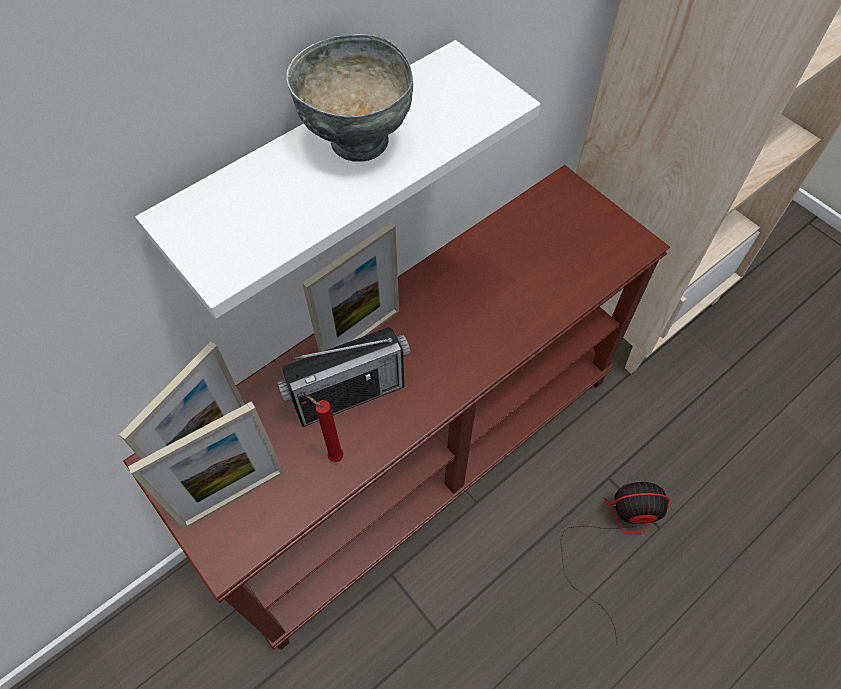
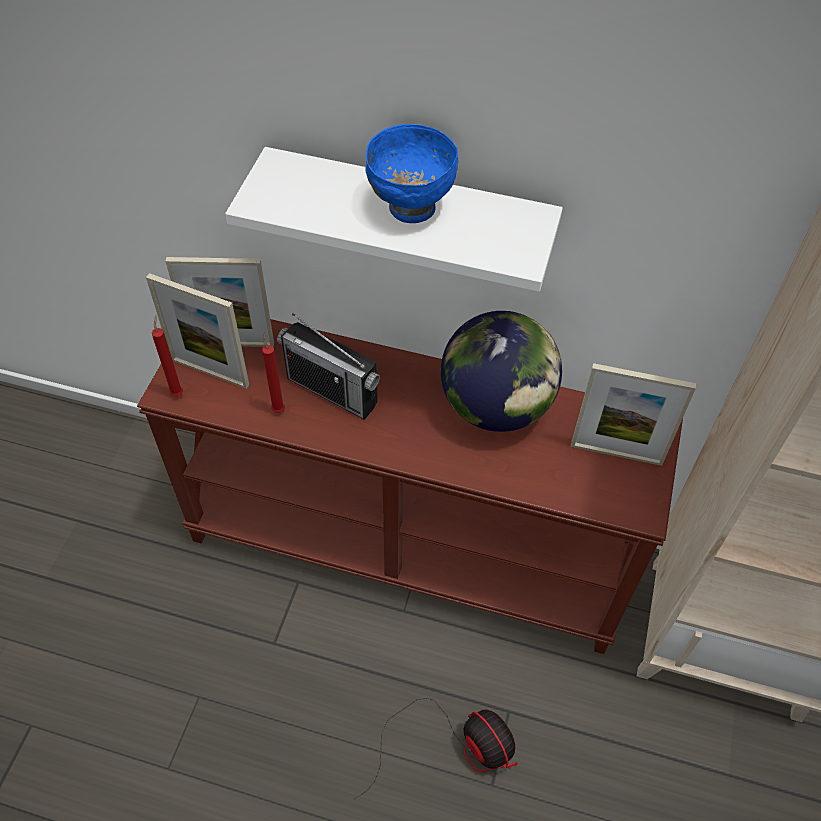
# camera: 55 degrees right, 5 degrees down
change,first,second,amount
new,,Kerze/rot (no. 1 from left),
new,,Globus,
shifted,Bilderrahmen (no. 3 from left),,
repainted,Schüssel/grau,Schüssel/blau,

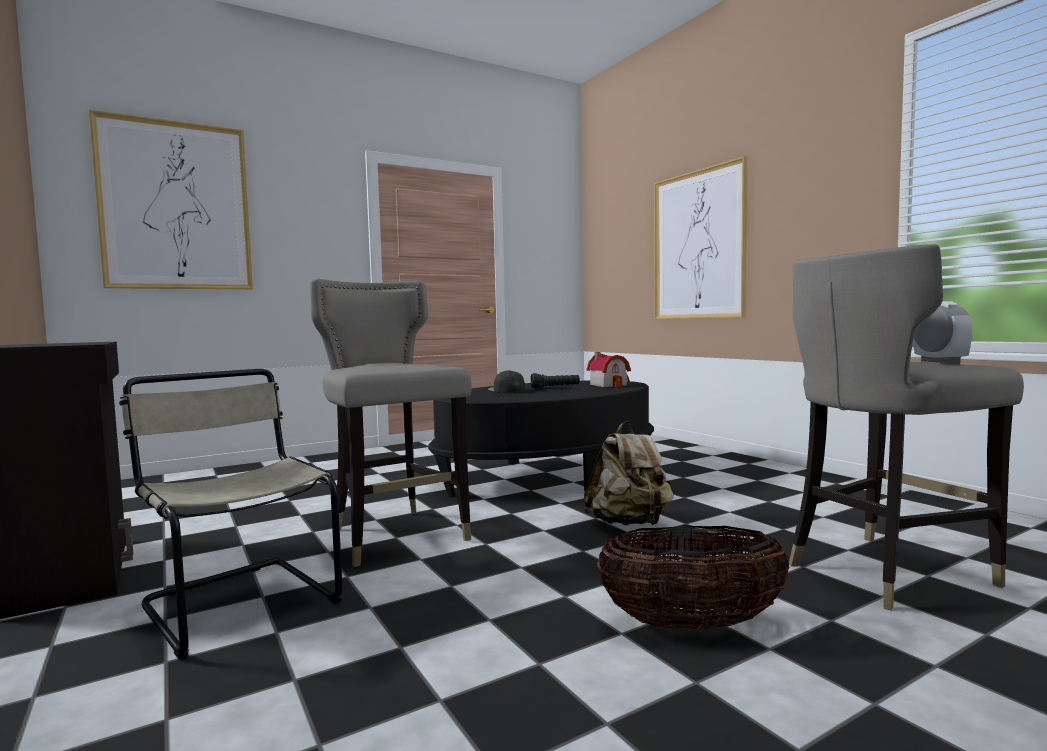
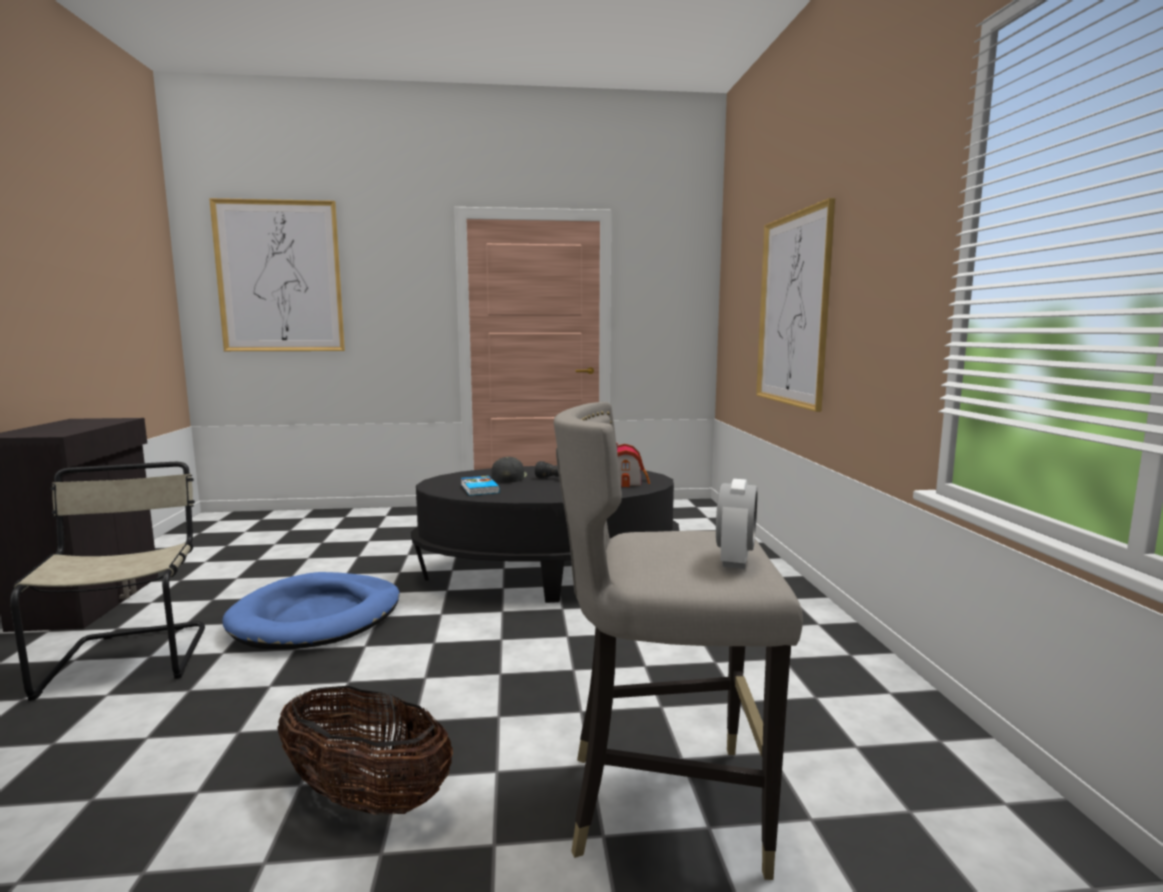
# camera: 25 degrees right, 5 degrees up
change,first,second,amount
gone,Rucksack/beige,,
new,,Buch,
swapped,Hocker/grau (no. 1 from left),Hundebett/blau,

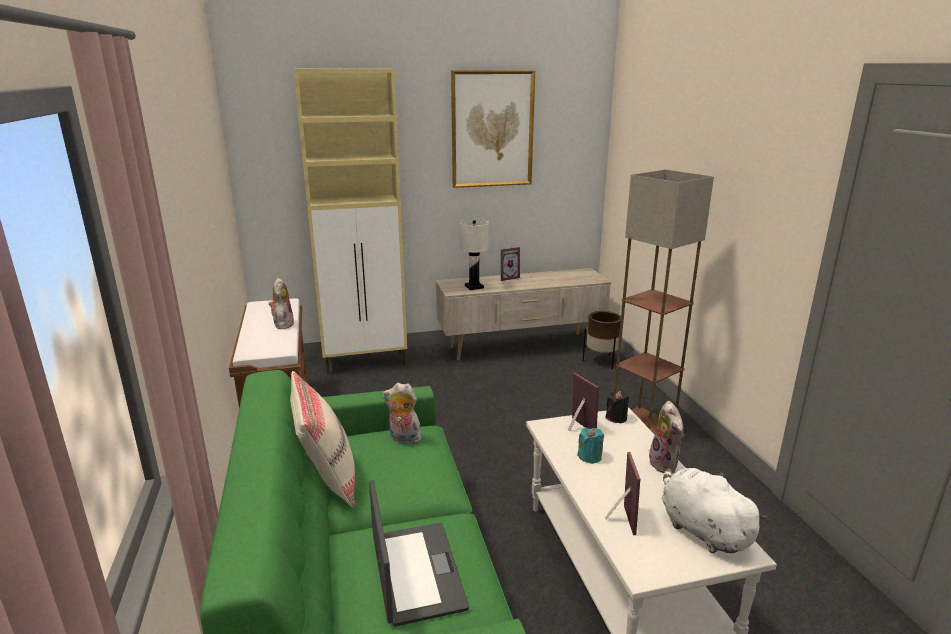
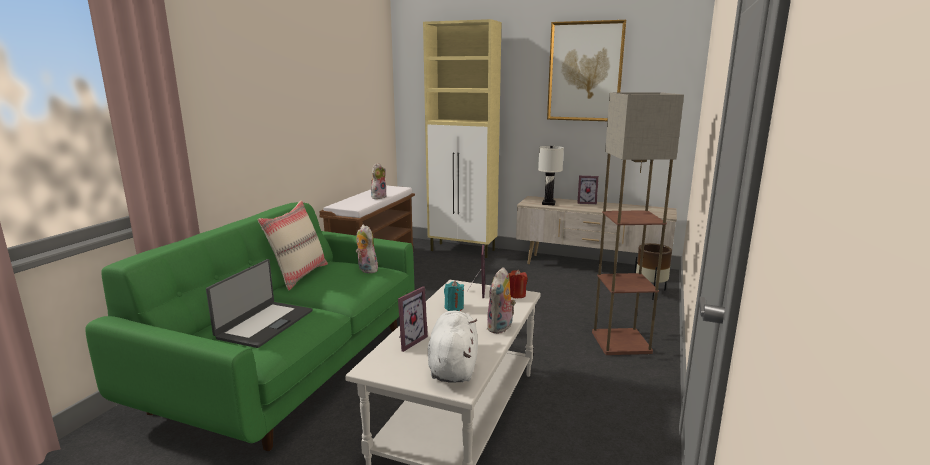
# camera: 35 degrees right, 5 degrees down
change,first,second,amount
repainted,Kerze/schwarz,Kerze/rot,

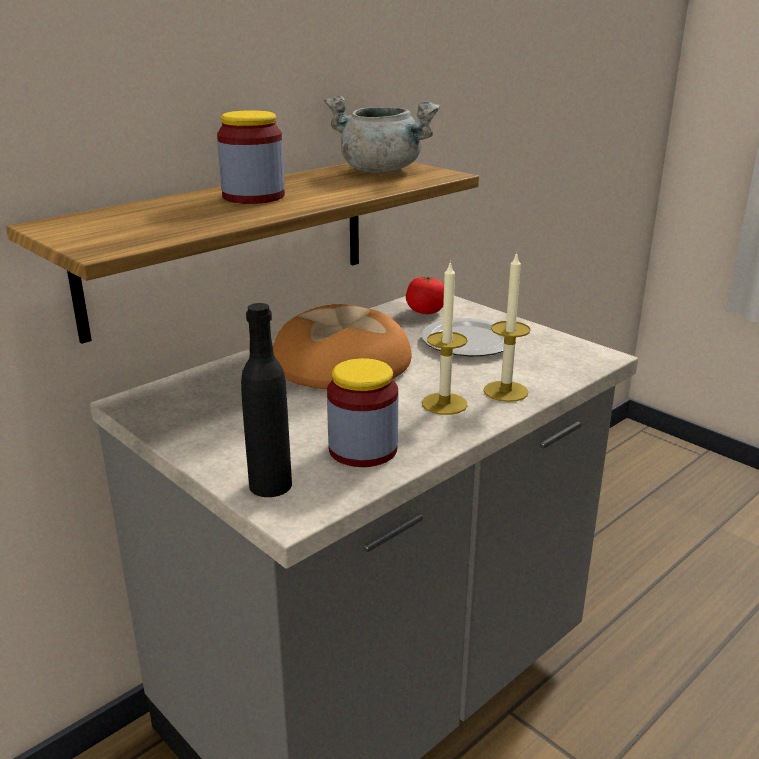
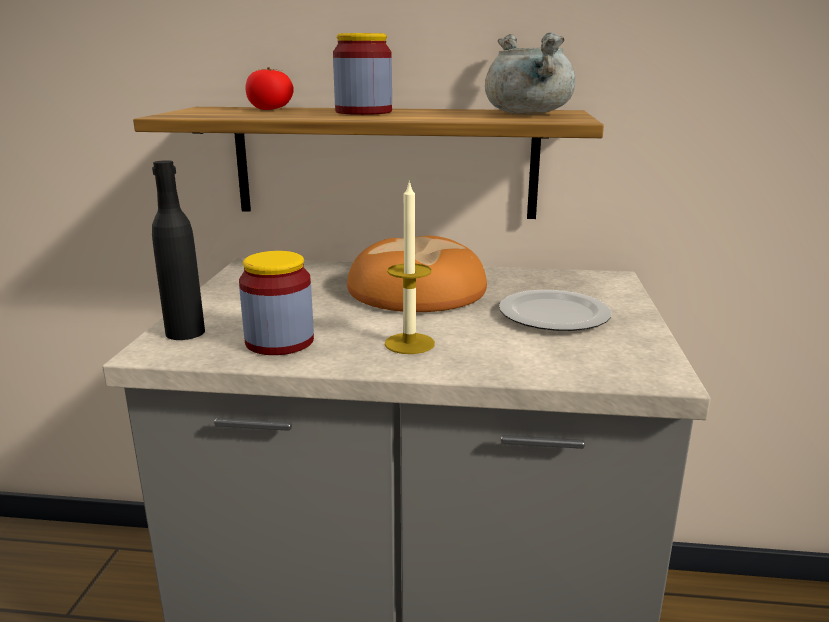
# camera: 50 degrees right, 5 degrees down
change,first,second,amount
gone,Kerze (no. 2 from left),,
shifted,Tomate,,

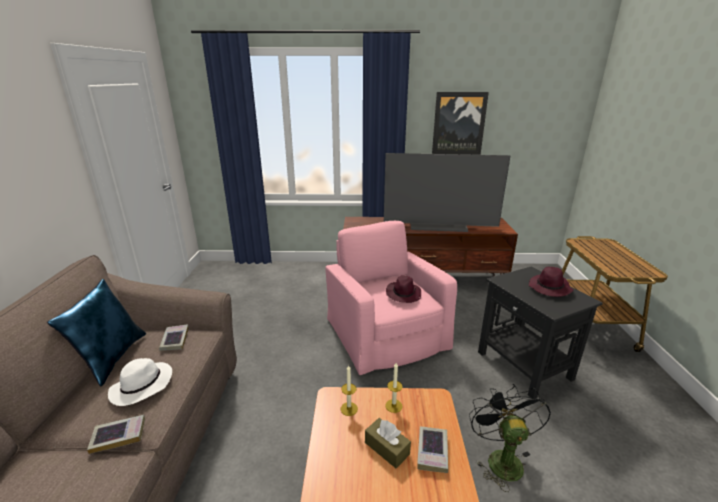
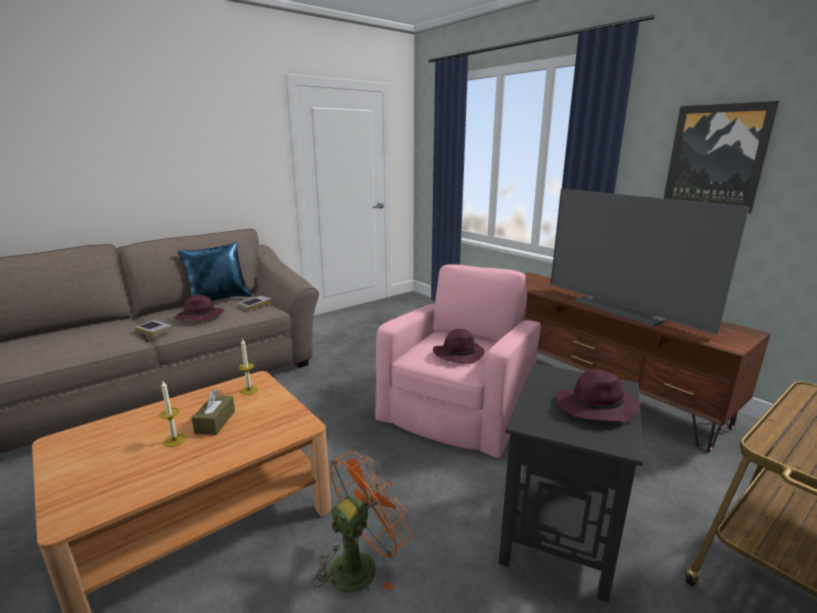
# camera: 50 degrees right, 5 degrees down
change,first,second,amount
gone,Buch (no. 3 from left),,
shifted,Kerze (no. 2 from left in the first image),Kerze (no. 1 from left),
repainted,Hut/weiß,Hut/lila (no. 1 from left),
repainted,Ventilator/schwarz,Ventilator/orange,

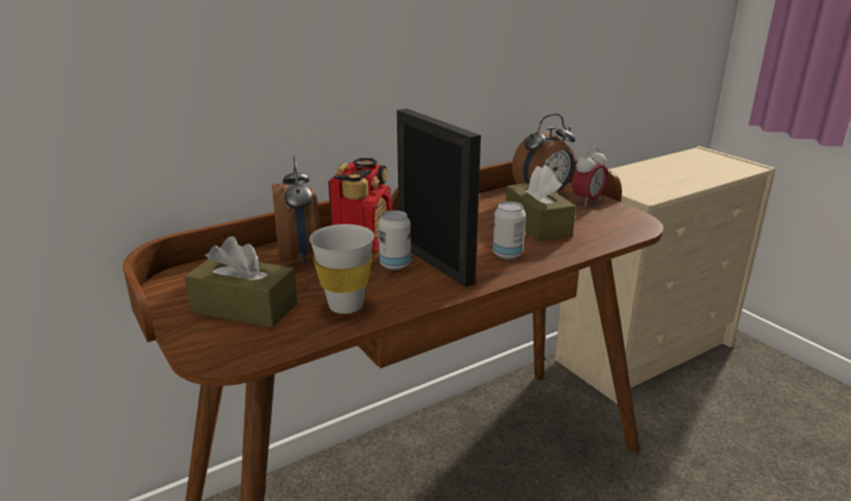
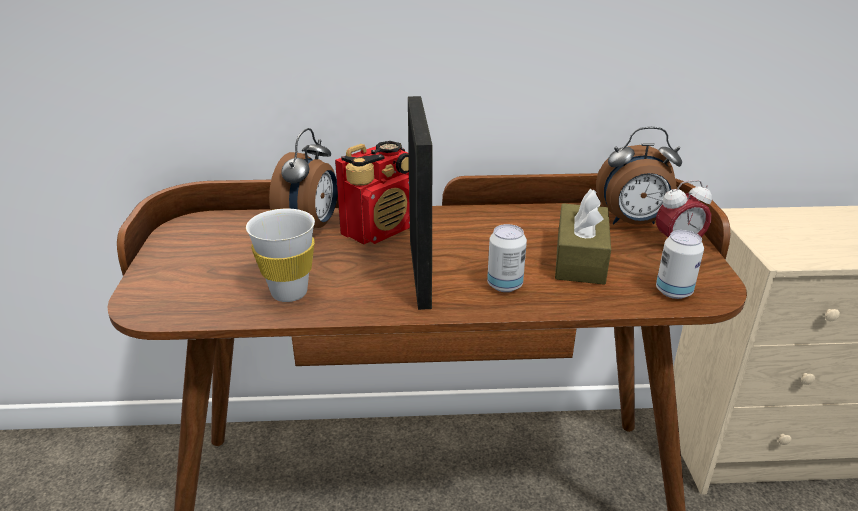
# camera: 30 degrees right, 5 degrees up
change,first,second,amount
gone,Taschentuchbox/braun (no. 1 from left),,
shifted,Dose (no. 1 from left in the first image),Dose (no. 2 from left),

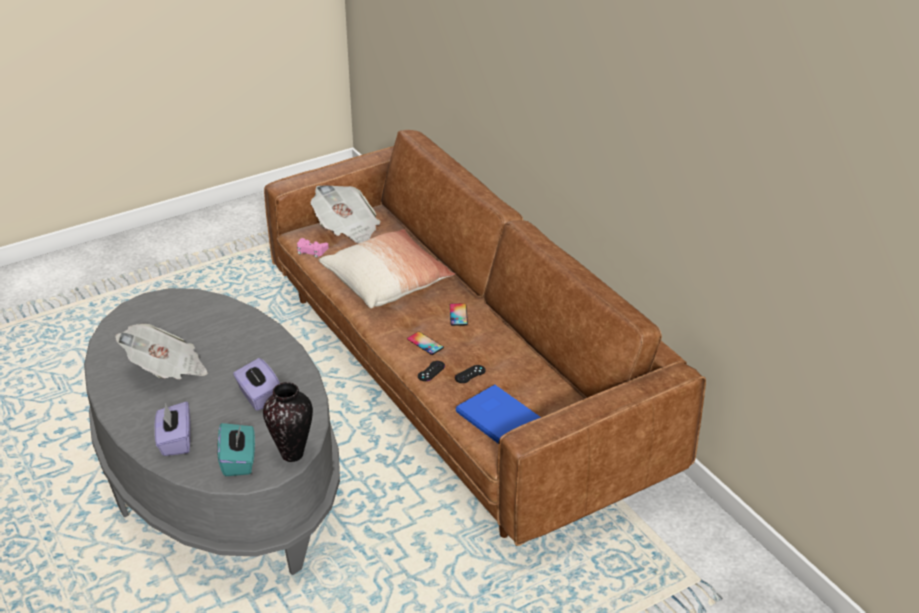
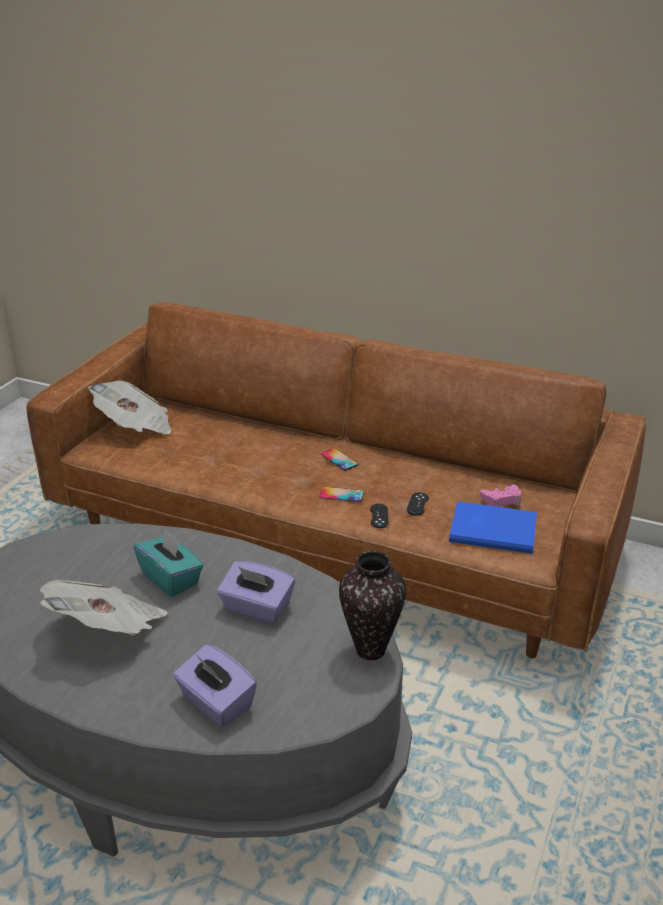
# camera: 35 degrees left, 5 degrees down
change,first,second,amount
gone,Kissen,,
shifted,Taschentuchbox/türkis,,
shifted,Gamepad/rosa,,

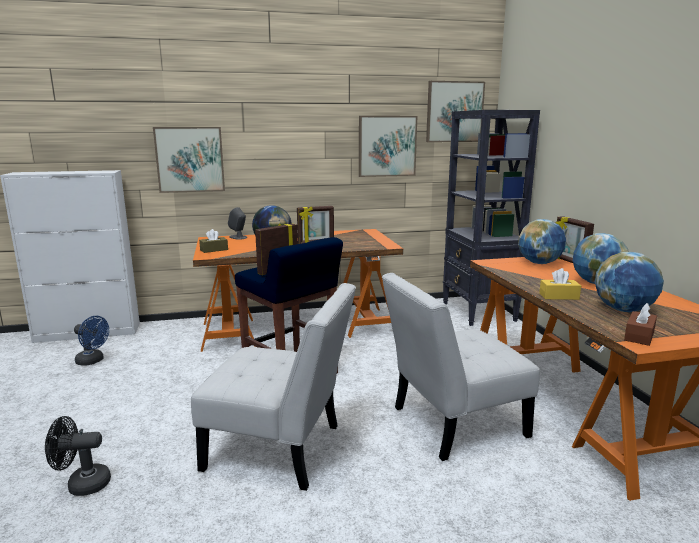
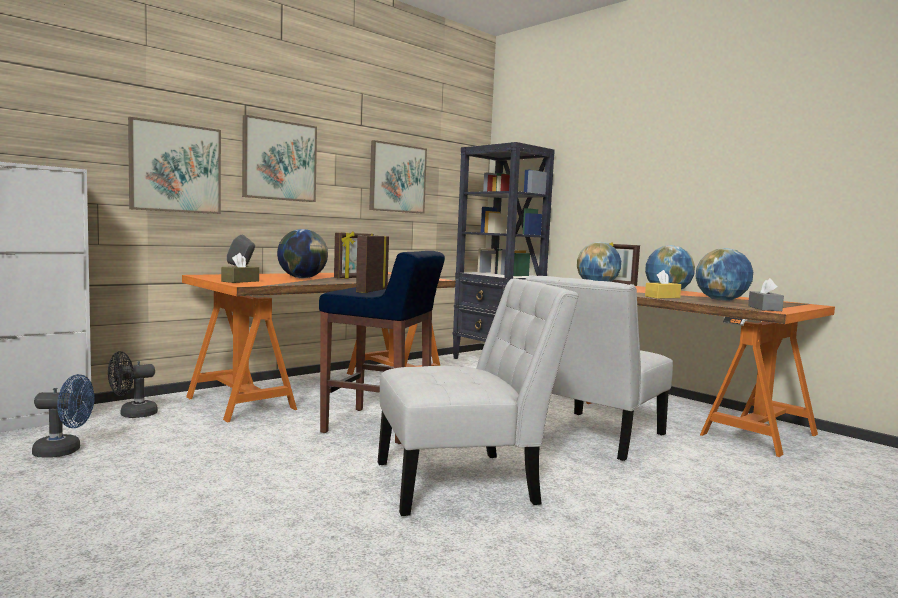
# camera: 30 degrees left, 10 degrees down
change,first,second,amount
shifted,Ventilator/schwarz,,
shifted,Bild (no. 3 from left in the first image),Bild (no. 2 from left),
repainted,Taschentuchbox/braun (no. 2 from left),Taschentuchbox/grau,

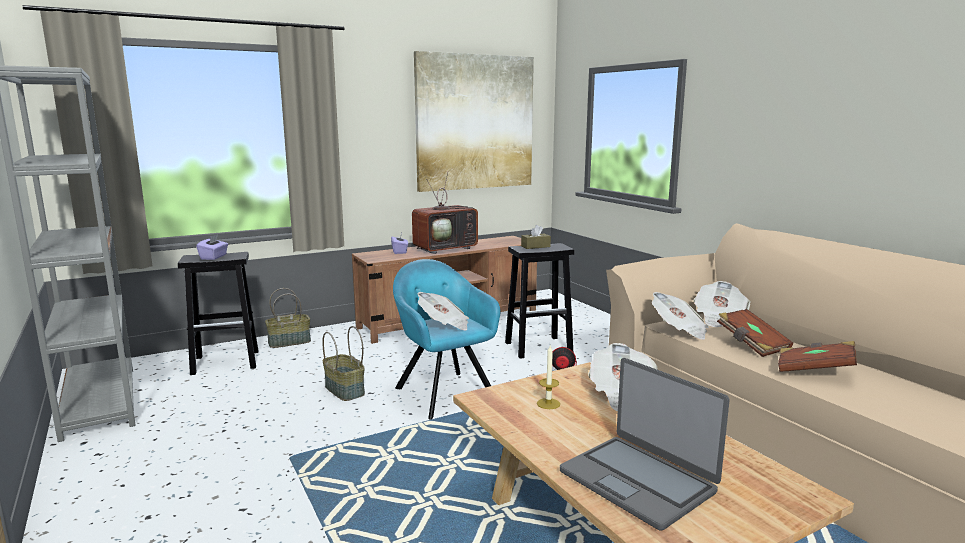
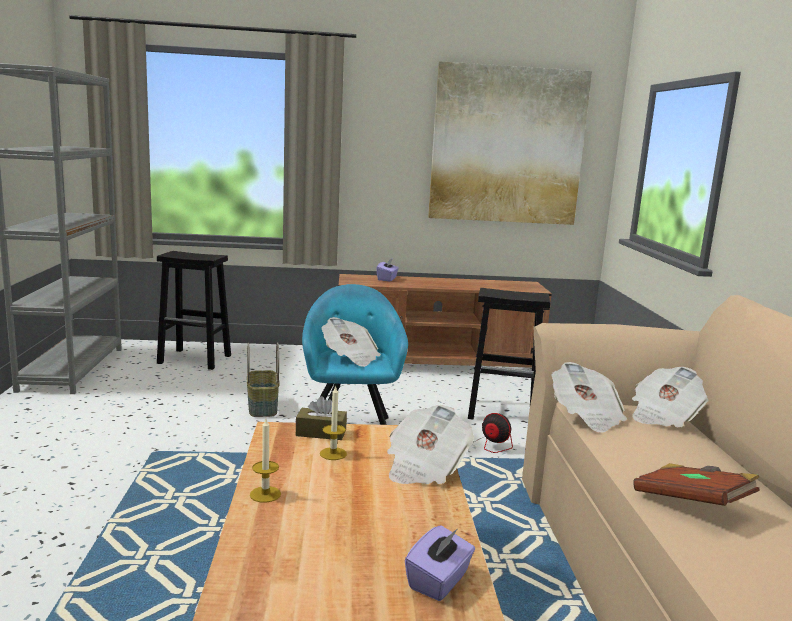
# camera: 25 degrees right, 0 degrees up
change,first,second,amount
gone,Korb (no. 1 from left),,
gone,Fernseher,,
gone,Laptop,,
gone,Buch/braun (no. 1 from left),,
new,,Kerze (no. 1 from left),
shifted,Taschentuchbox/lila (no. 1 from left in the first image),Taschentuchbox/lila (no. 2 from left),
shifted,Taschentuchbox/braun,,

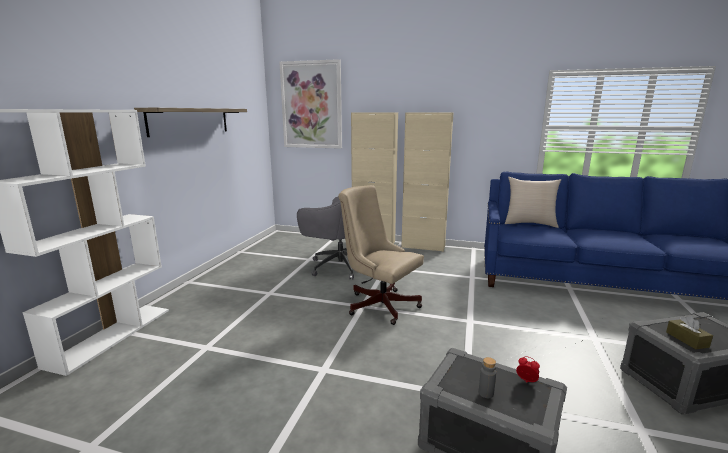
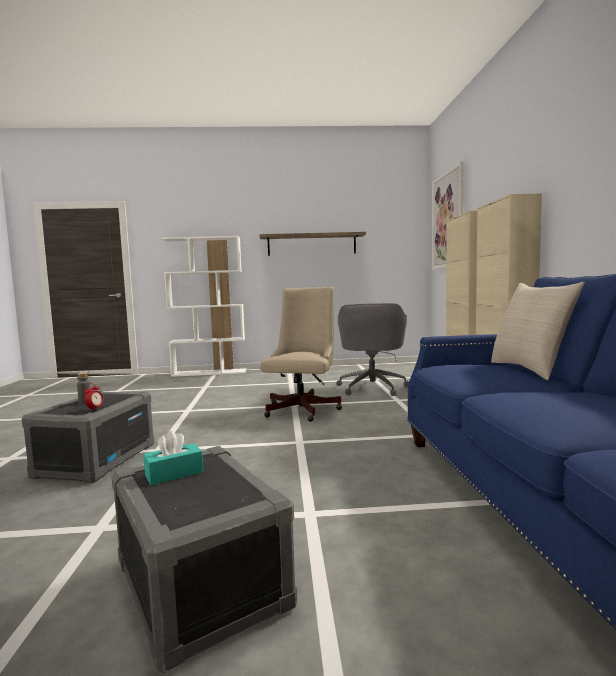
# camera: 70 degrees right, 10 degrees down
change,first,second,amount
repainted,Taschentuchbox/braun,Taschentuchbox/türkis,

